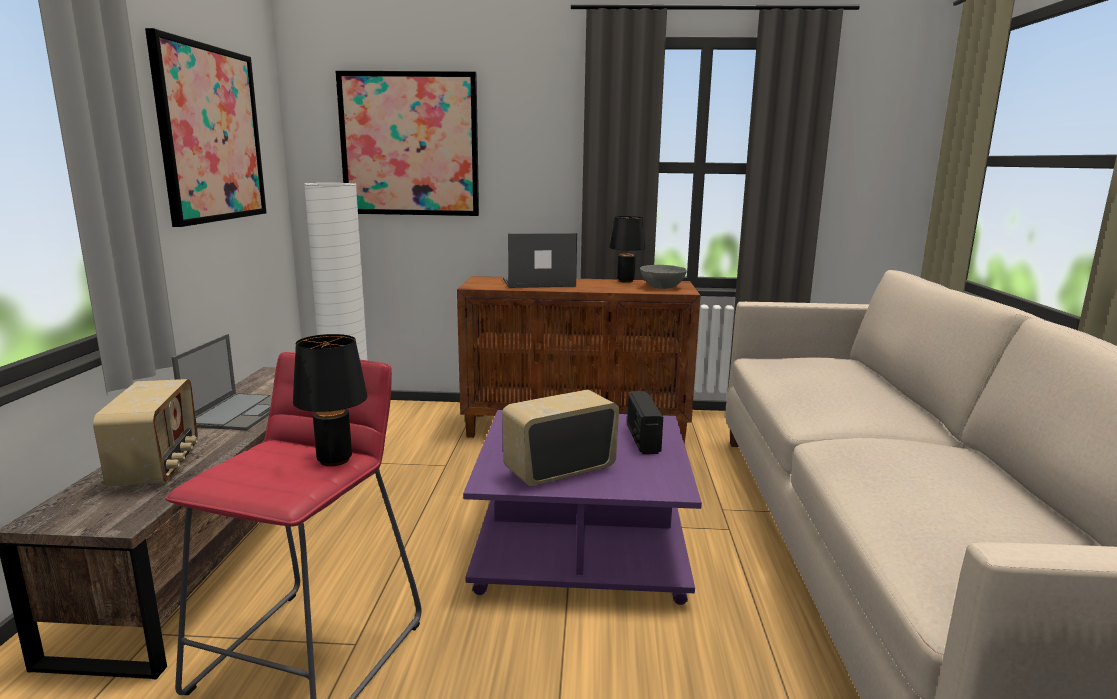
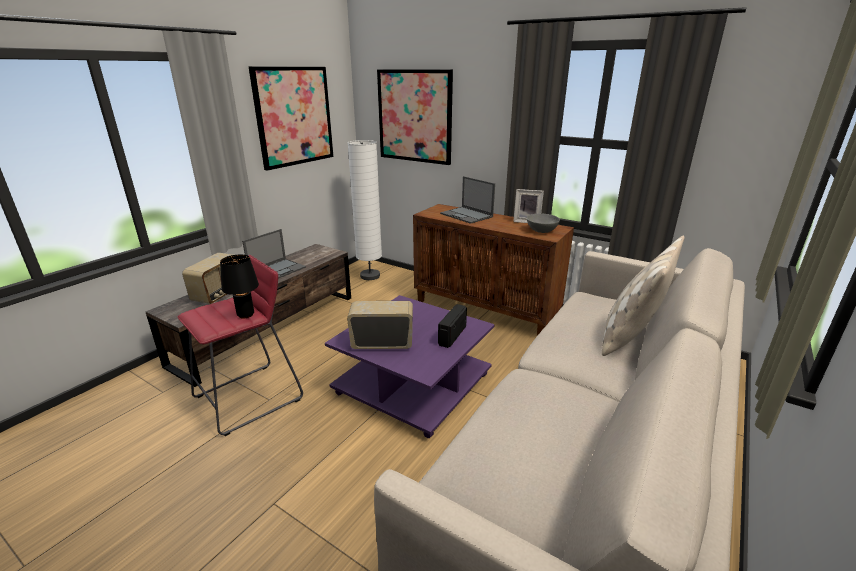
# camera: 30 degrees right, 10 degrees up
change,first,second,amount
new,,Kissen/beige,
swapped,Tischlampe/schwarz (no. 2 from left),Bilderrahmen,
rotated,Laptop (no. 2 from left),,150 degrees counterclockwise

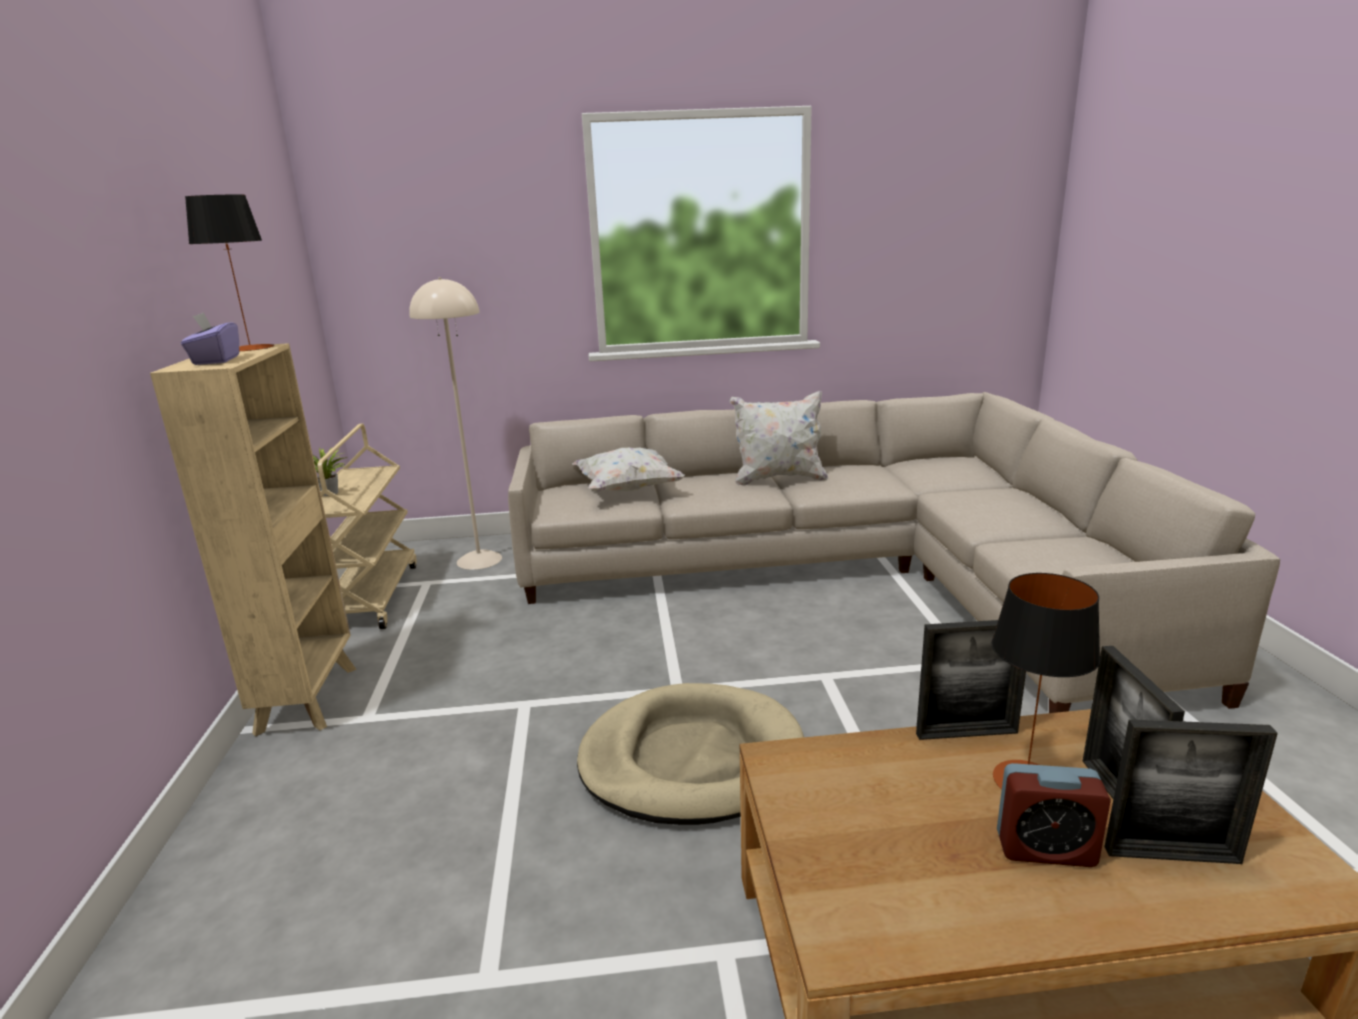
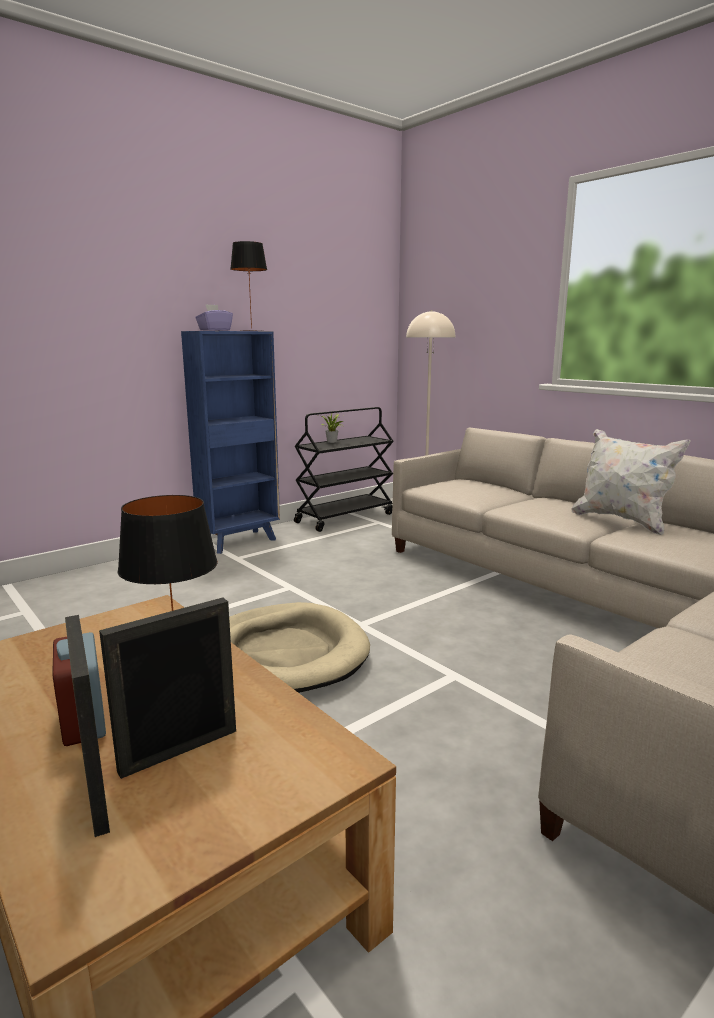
# camera: 55 degrees right, 5 degrees down
change,first,second,amount
gone,Kissen/weiß (no. 1 from left),,
gone,Bilderrahmen (no. 1 from left),,
repainted,Bücherregal/beige,Bücherregal/blau,
repainted,Rollwagen/beige,Rollwagen/schwarz,

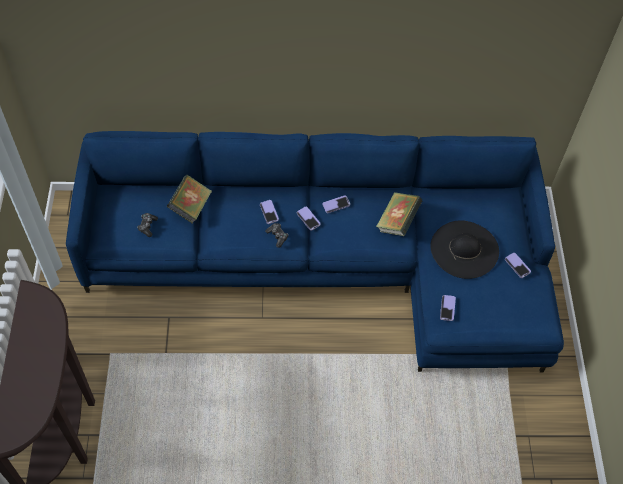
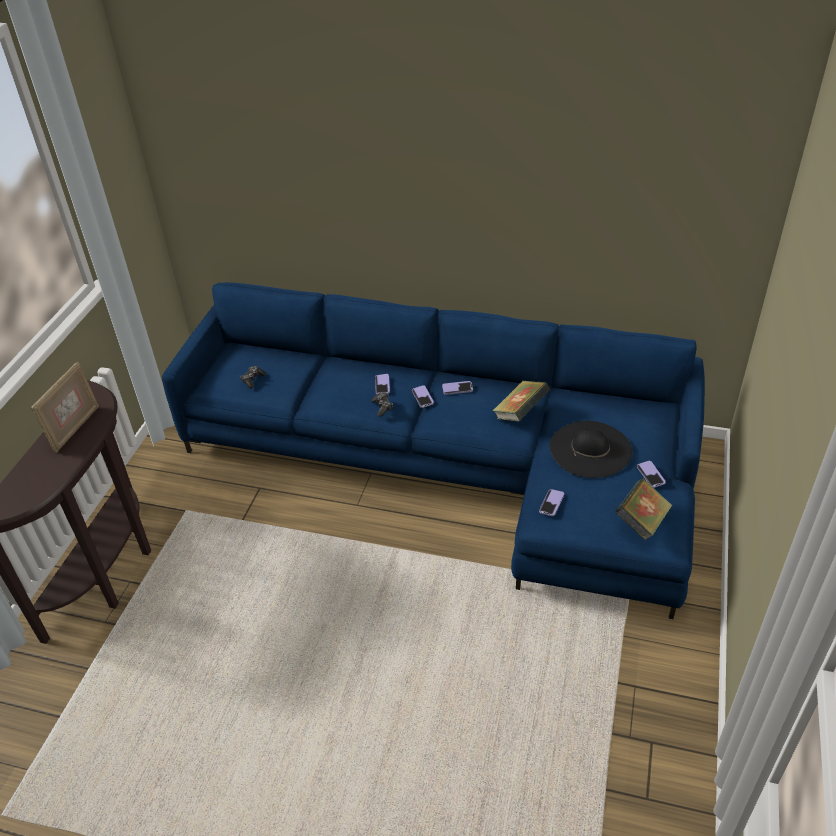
# camera: 20 degrees right, 15 degrees down
change,first,second,amount
new,,Bilderrahmen,
shifted,Buch (no. 1 from left in the first image),Buch (no. 2 from left),

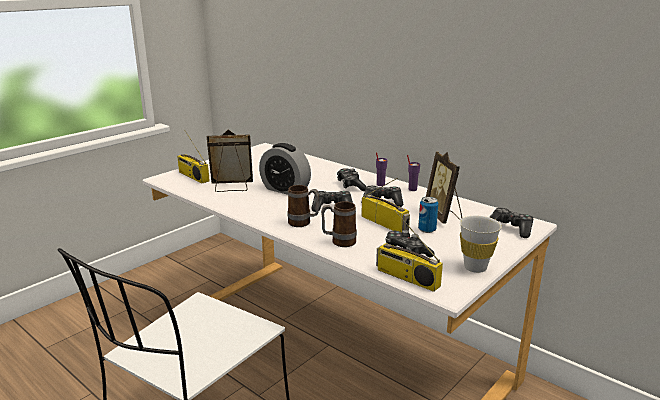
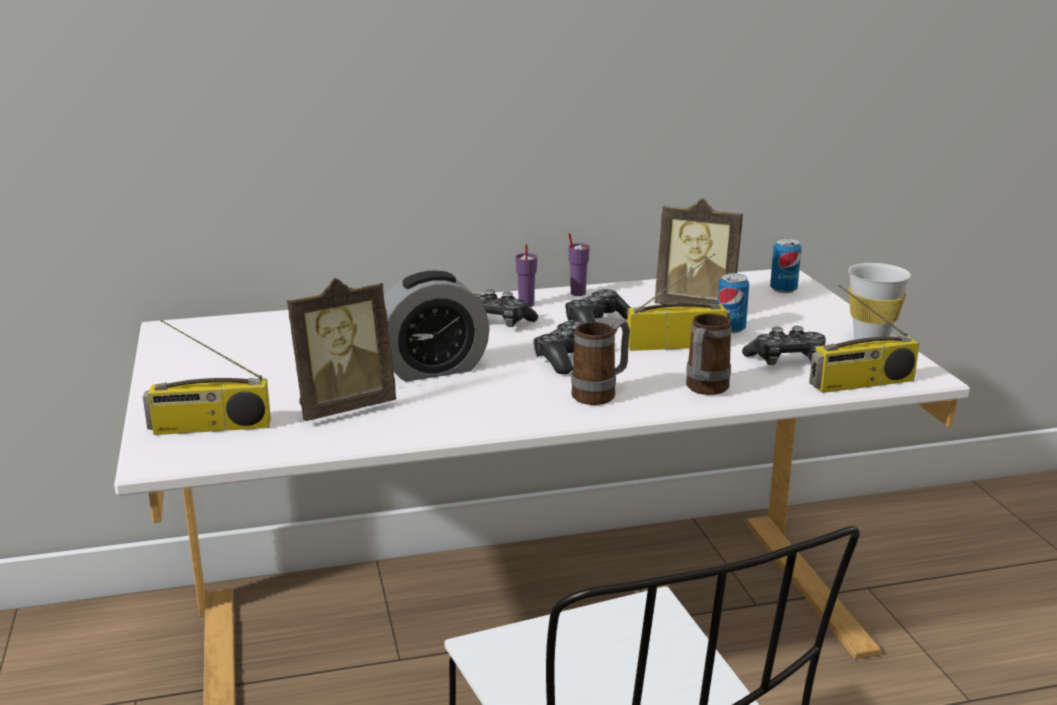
# camera: 55 degrees left, 0 degrees up
change,first,second,amount
swapped,Gamepad (no. 5 from left),Dose (no. 2 from left),
rotated,Bilderrahmen (no. 1 from left),,150 degrees counterclockwise

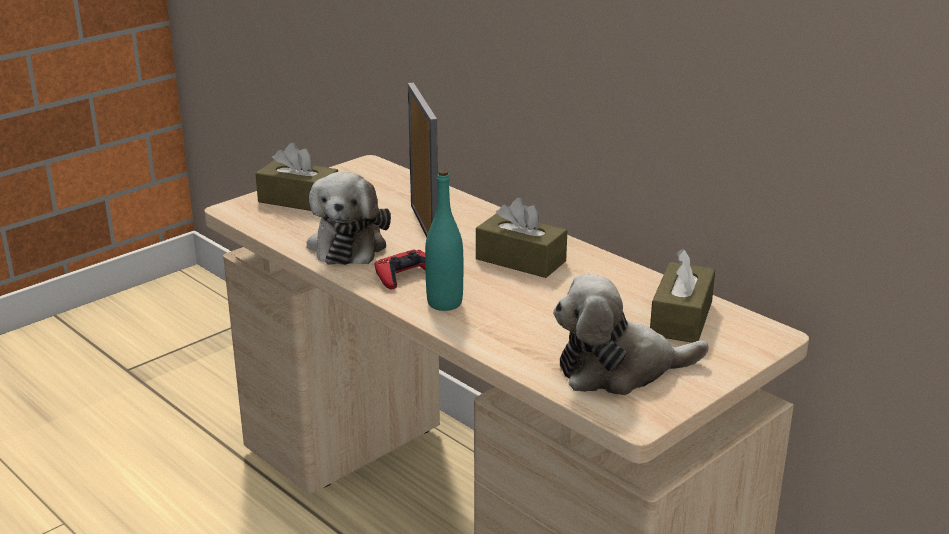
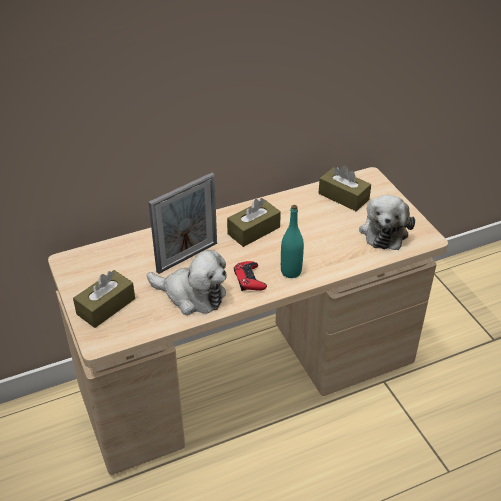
# camera: 70 degrees left, 15 degrees up
change,first,second,amount
rotated,Bilderrahmen,,135 degrees clockwise

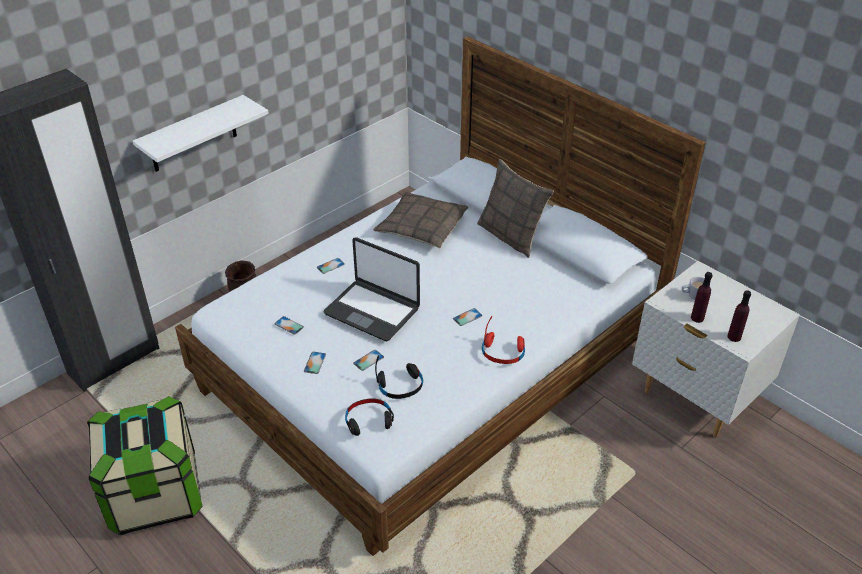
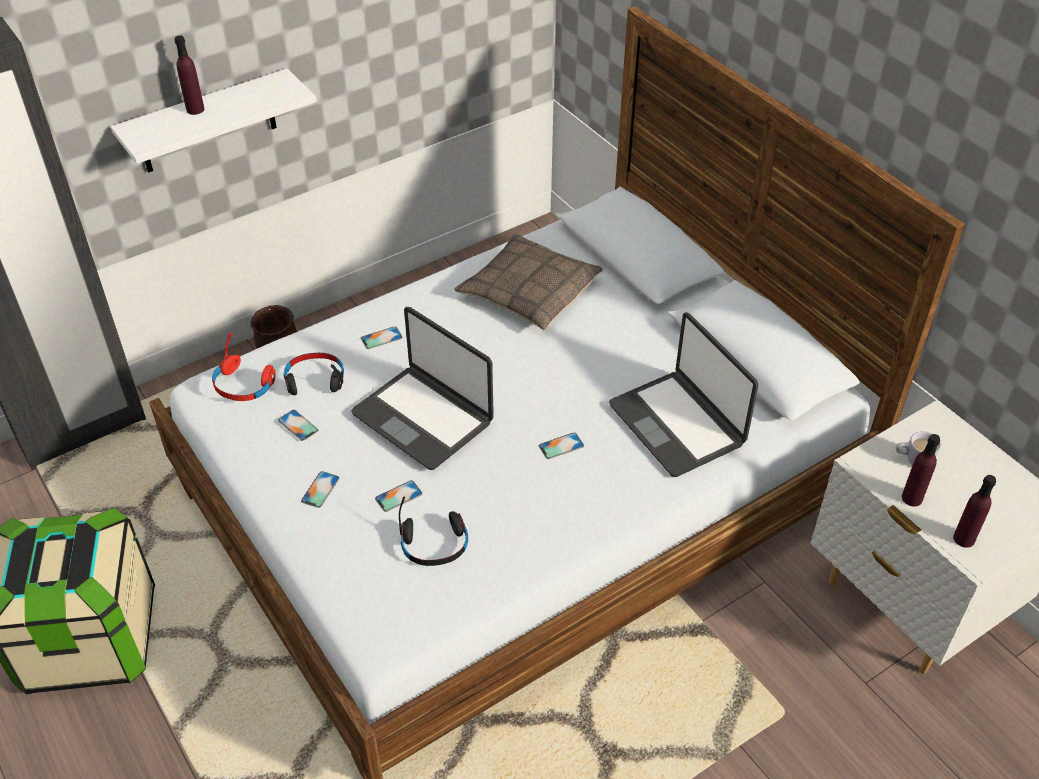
# camera: 10 degrees right, 5 degrees up
change,first,second,amount
gone,Kissen (no. 2 from left),,
new,,Flasche/lila (no. 1 from left),
new,,Laptop (no. 2 from left),
shifted,Kopfhörer/schwarz (no. 1 from left),,
shifted,Kopfhörer/rot,,

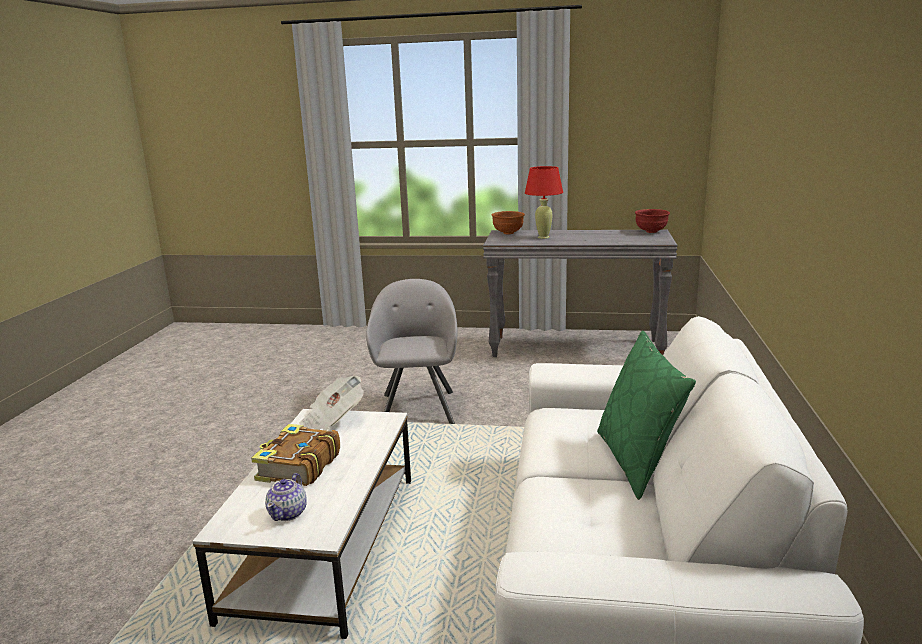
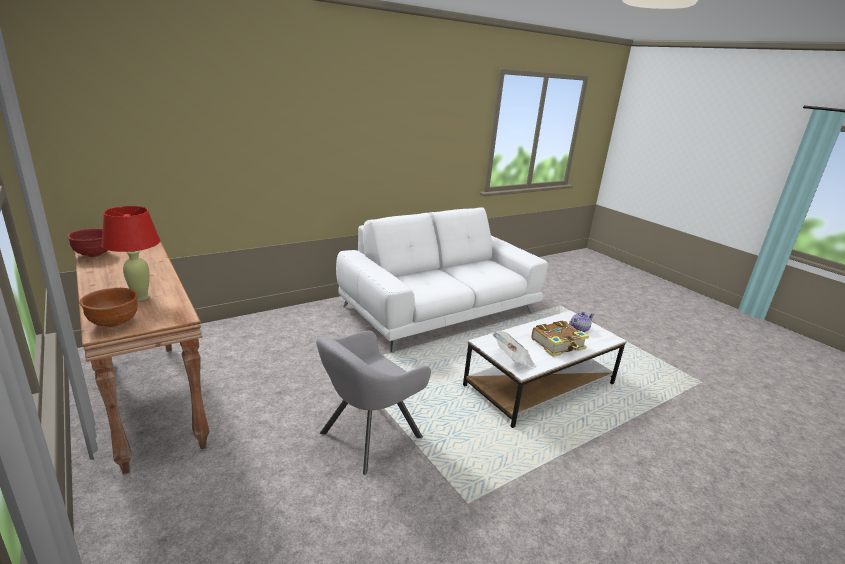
# camera: 135 degrees left, 5 degrees up
change,first,second,amount
gone,Kissen/grün,,
repainted,Konsolentisch/grau,Konsolentisch/braun,

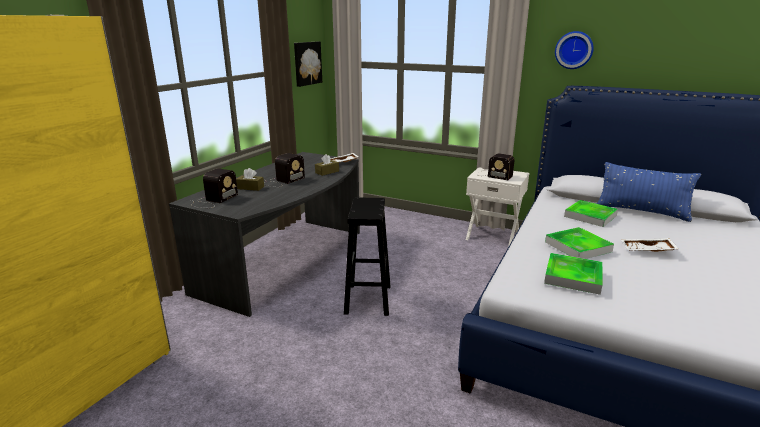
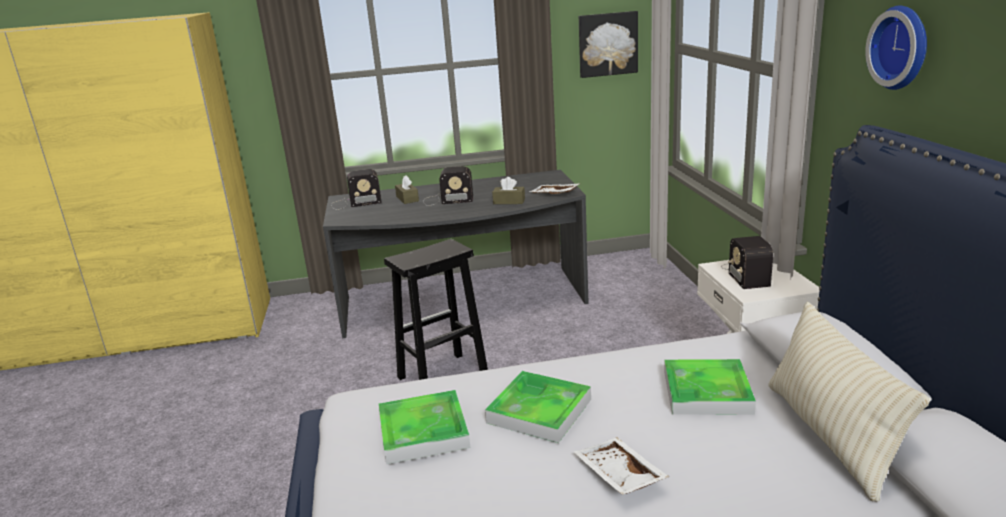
# camera: 55 degrees right, 0 degrees up
change,first,second,amount
repainted,Kissen/blau,Kissen/beige,

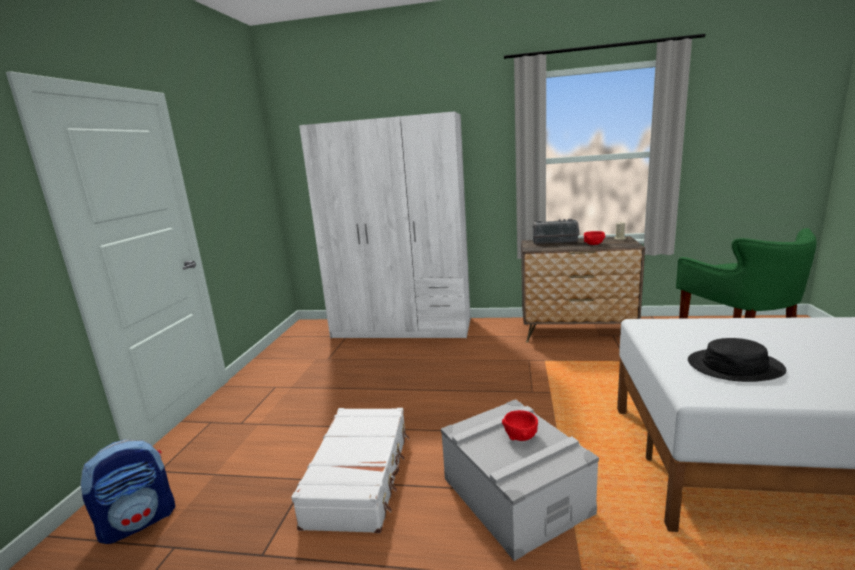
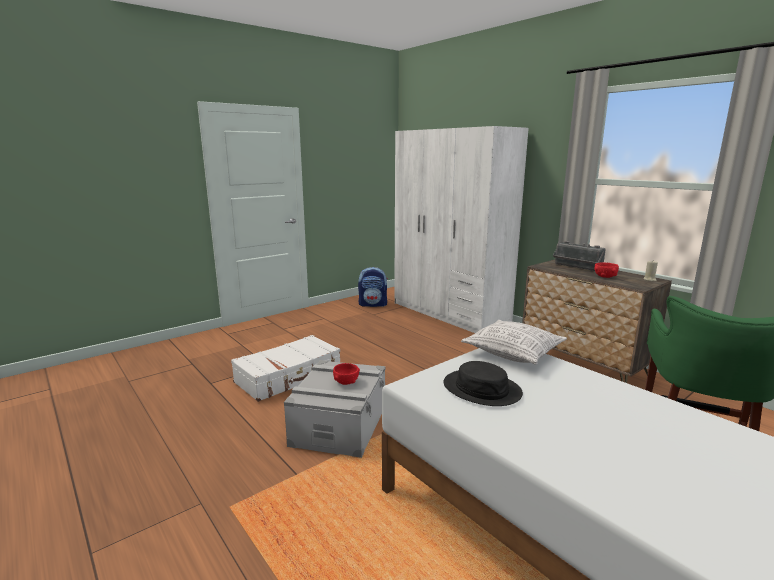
# camera: 40 degrees right, 0 degrees up
change,first,second,amount
new,,Kissen,
shifted,Rucksack,,

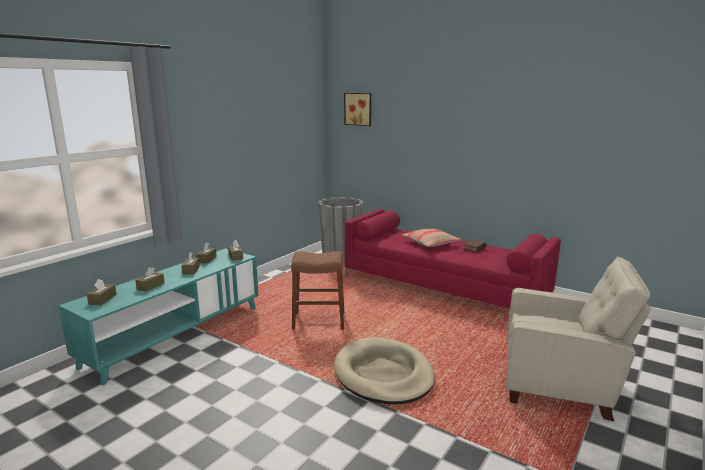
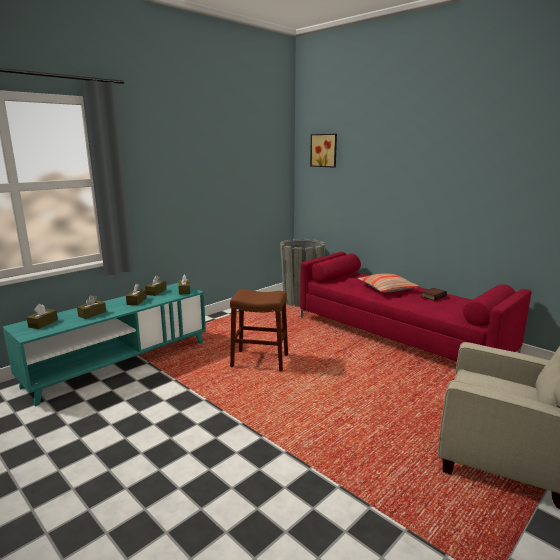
# camera: 10 degrees right, 0 degrees up
change,first,second,amount
gone,Hundebett/beige,,

